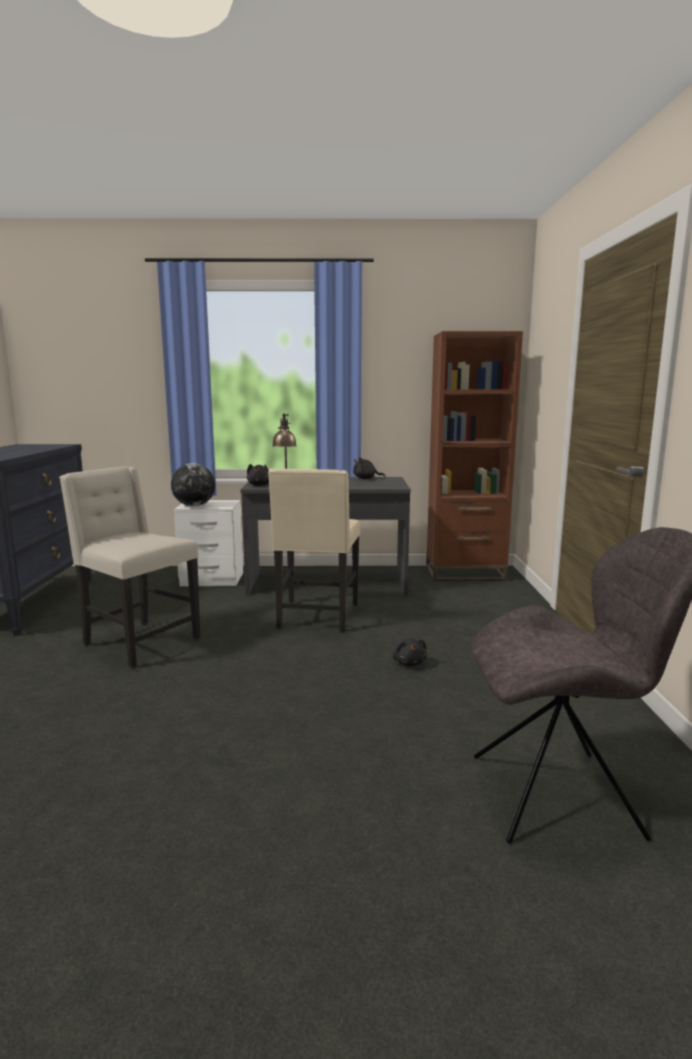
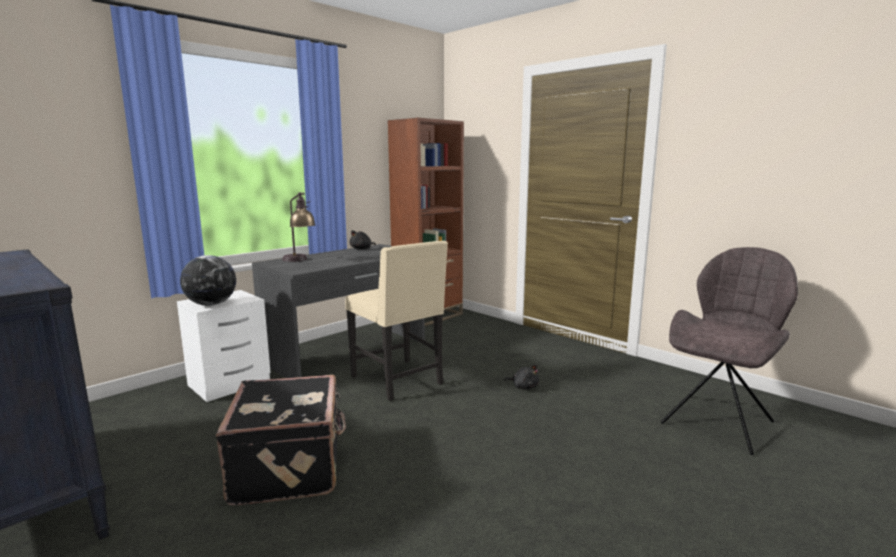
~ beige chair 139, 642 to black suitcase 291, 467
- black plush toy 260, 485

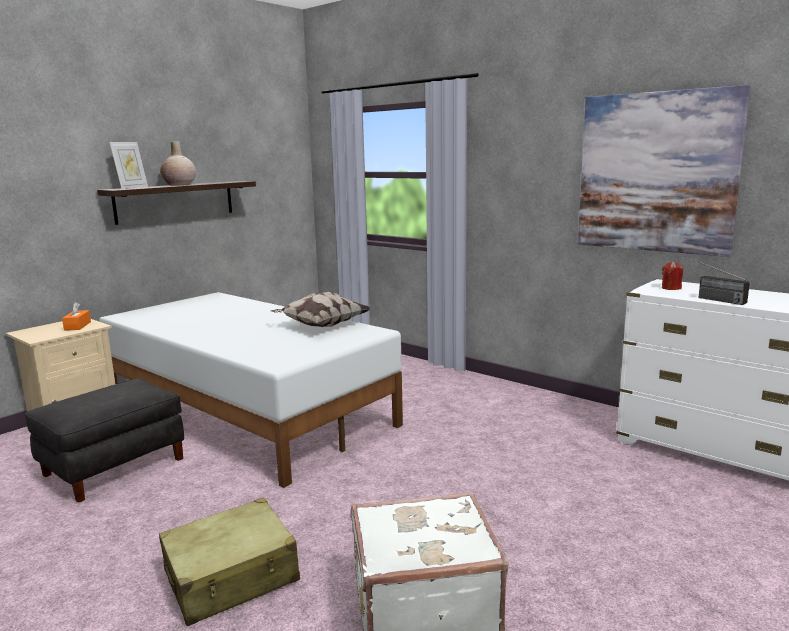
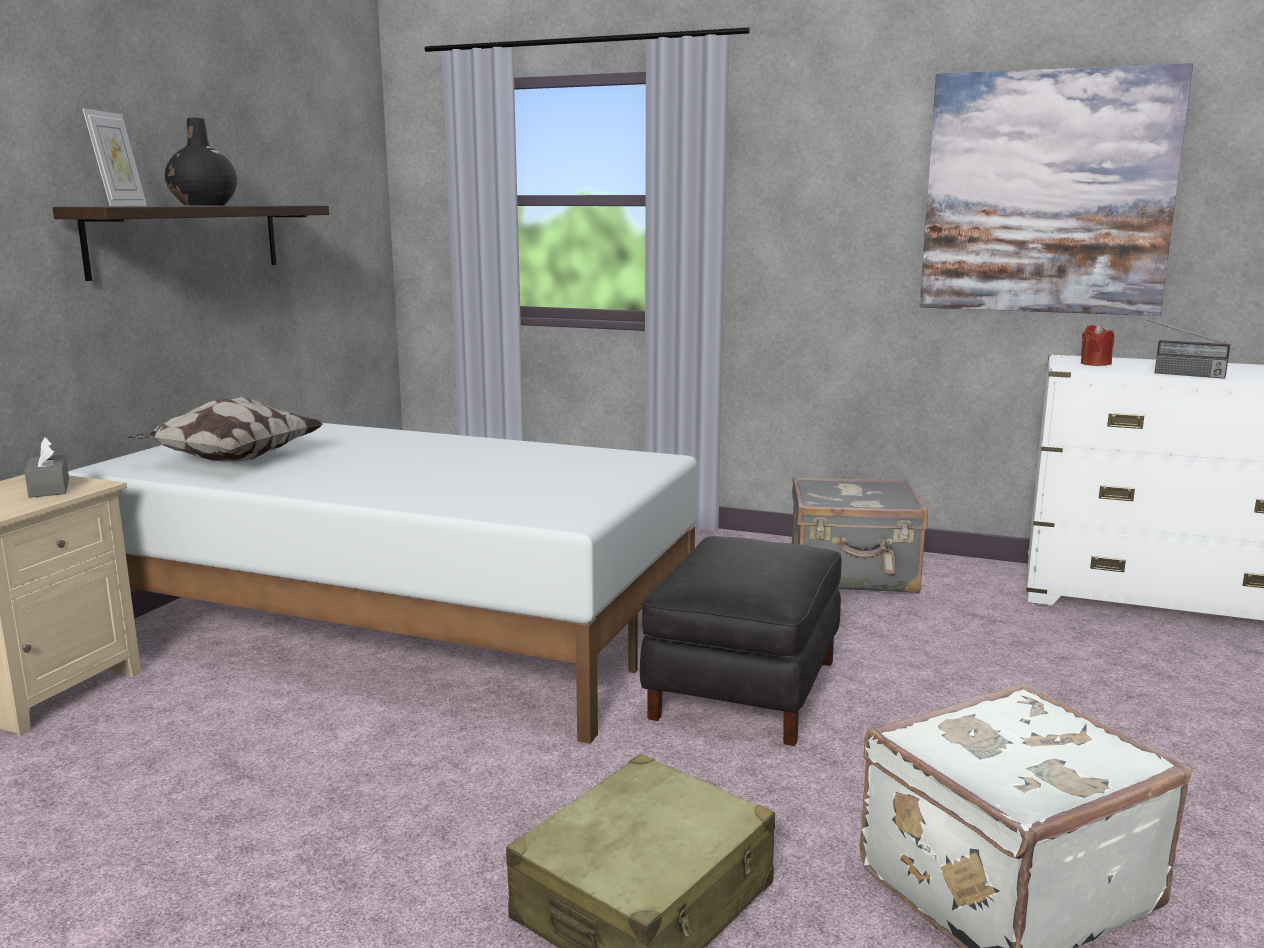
~ black ottoman 114, 466 to 743, 688
~ orange tissue box 77, 326 to grey tissue box 49, 488
~ beige vase 180, 185 to black vase 204, 205
~ pillow 321, 326 to 230, 461
+ grey suitcase 853, 575

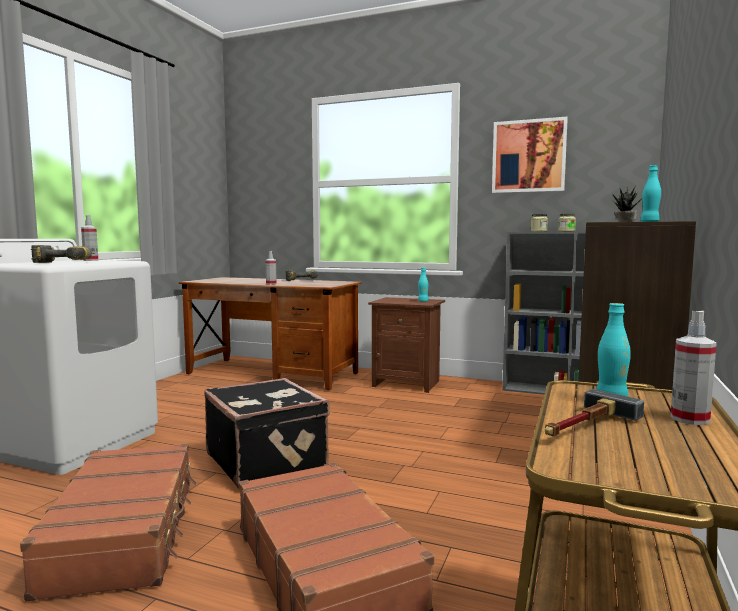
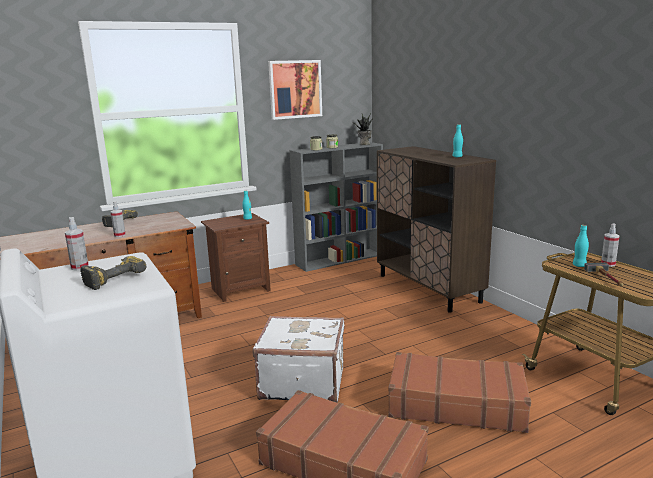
~ black suitcase 268, 462 to white suitcase 302, 381

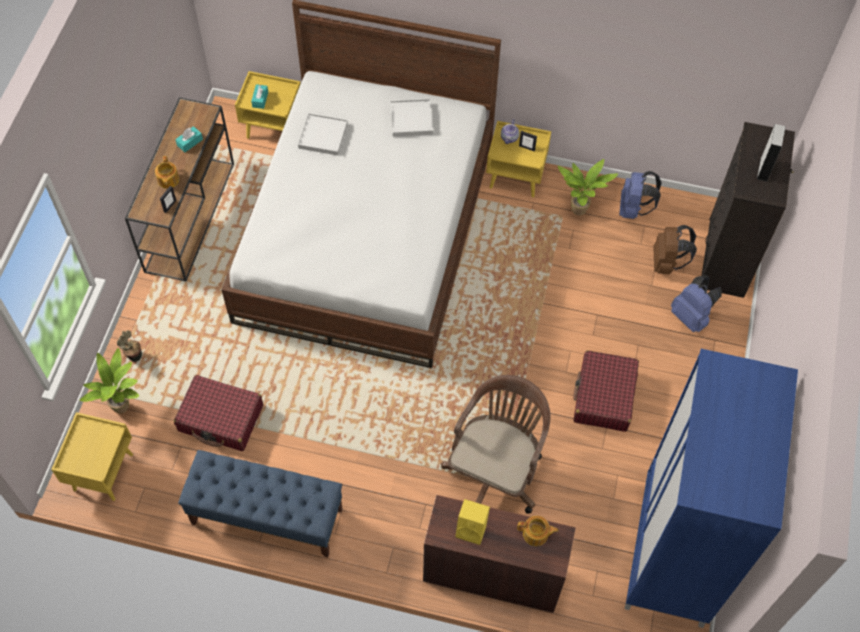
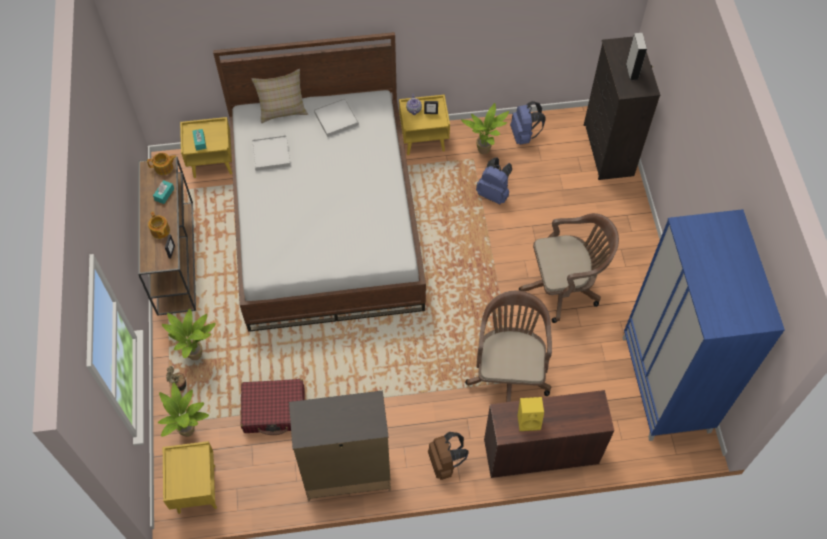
~ blue bench 266, 516 to black dresser 346, 474
~ teapot 536, 534 to 164, 168
~ red suitcase 604, 396 to brown office chair 564, 286
~ brown backpack 667, 263 to 445, 463
~ blue backpack 691, 317 to 494, 193
+ potted plant 197, 354
+ beige pillow 282, 109

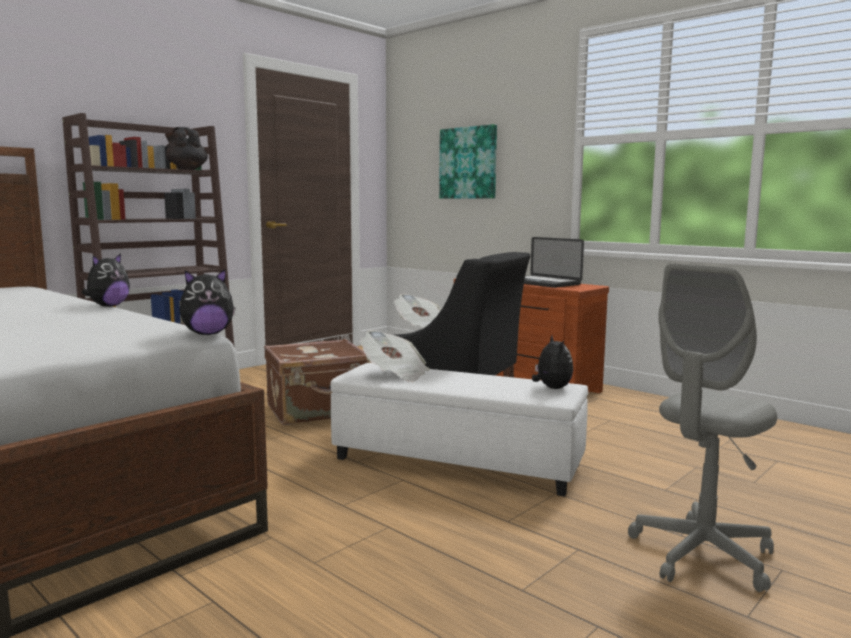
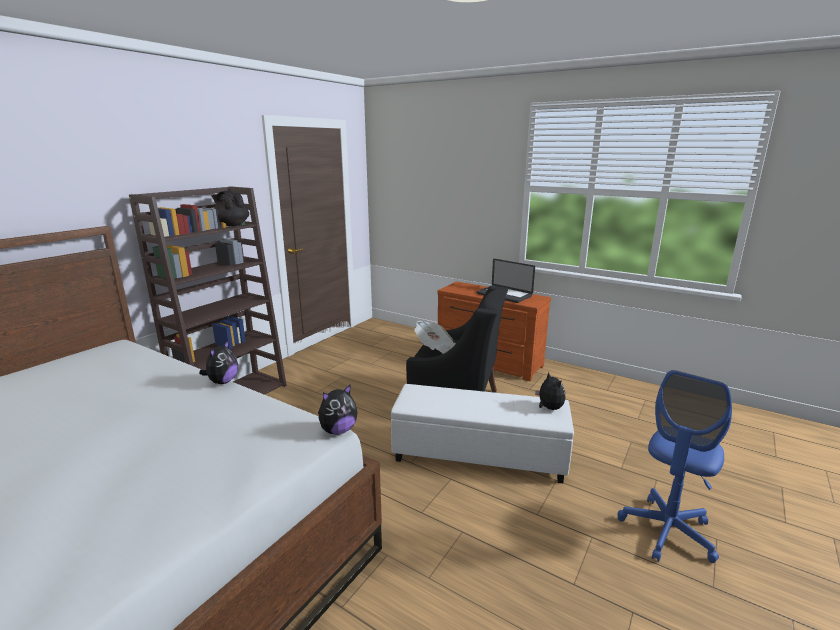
- brown suitcase 318, 411
- newspaper 395, 374
- picture 468, 163
~ grey office chair 702, 555 to blue office chair 667, 532

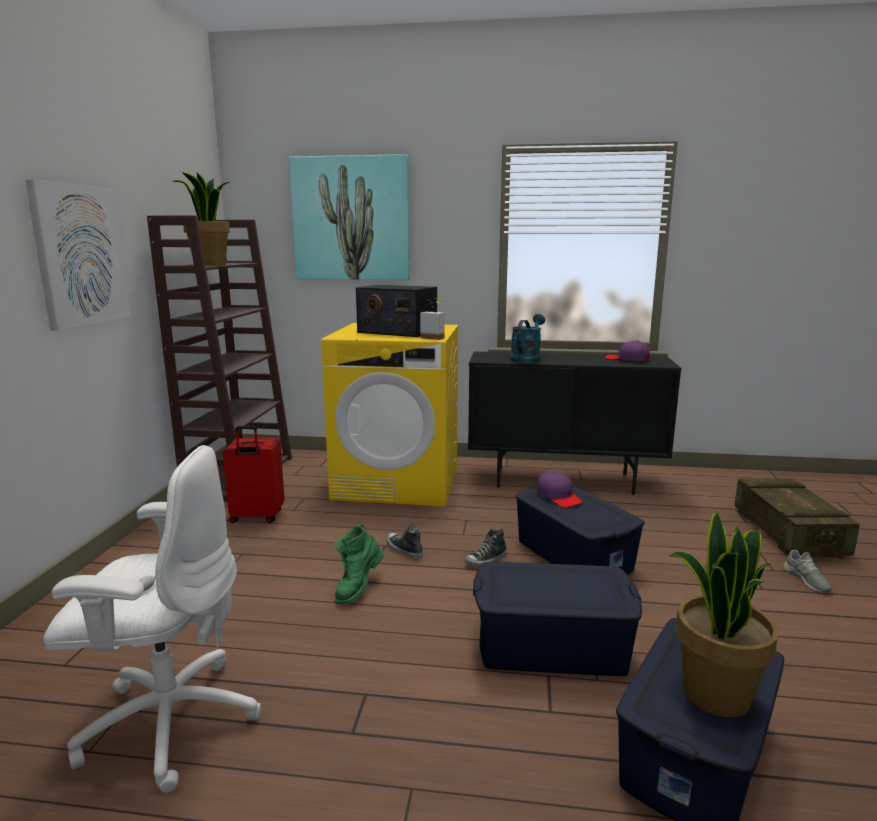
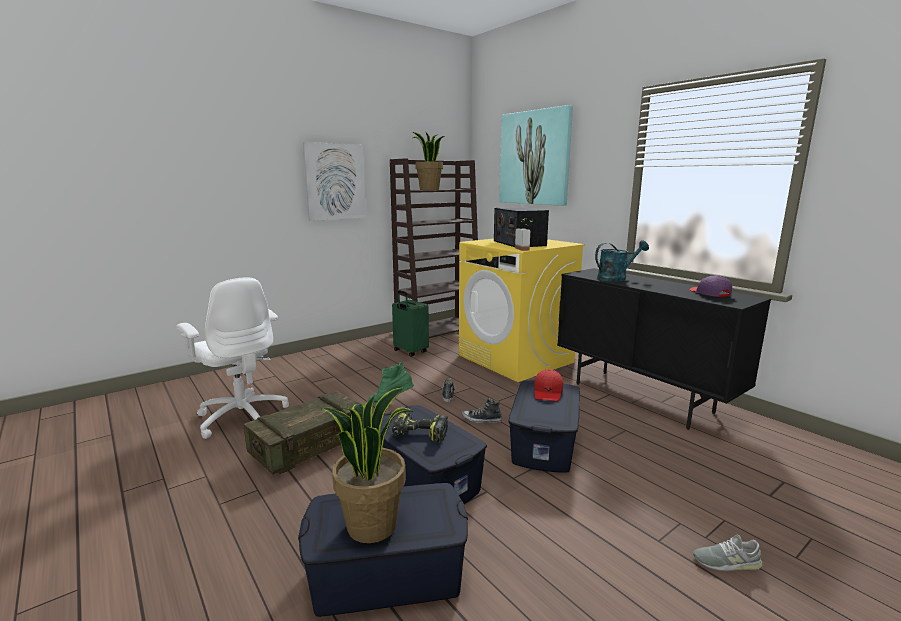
~ red suitcase 256, 517 to green suitcase 410, 352
~ purple cap 559, 497 to red cap 548, 392
~ crate 788, 533 to 310, 446
~ grey shoe 806, 580 = 726, 562 60 degrees clockwise
+ power drill 419, 435

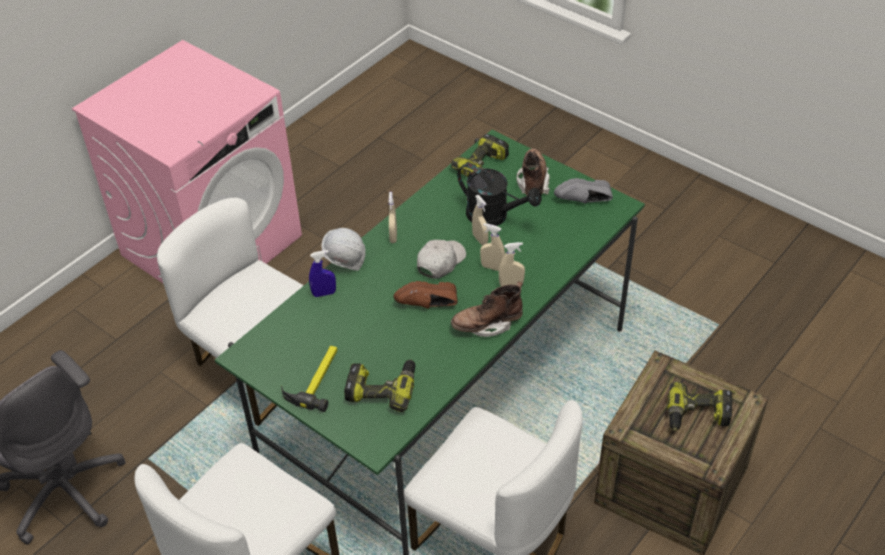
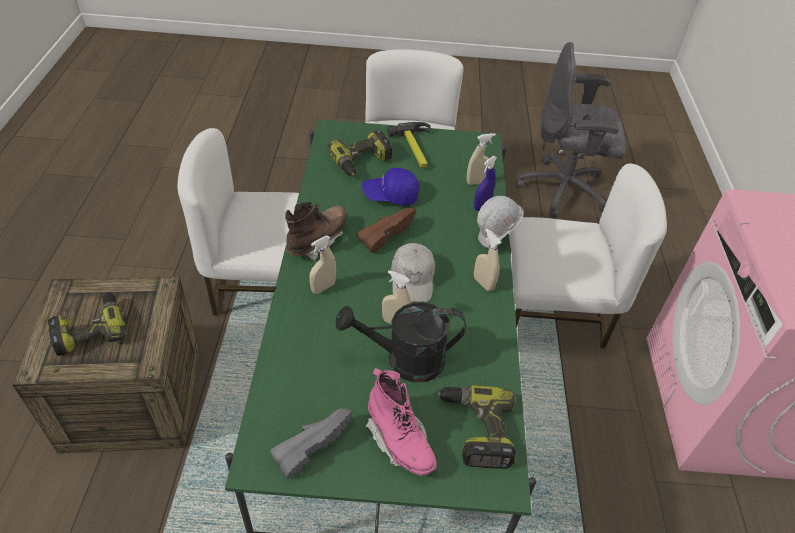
~ beige spray bottle 492, 267 to 477, 182
~ brown boot 533, 182 to pink boot 399, 440
+ blue cap 390, 195

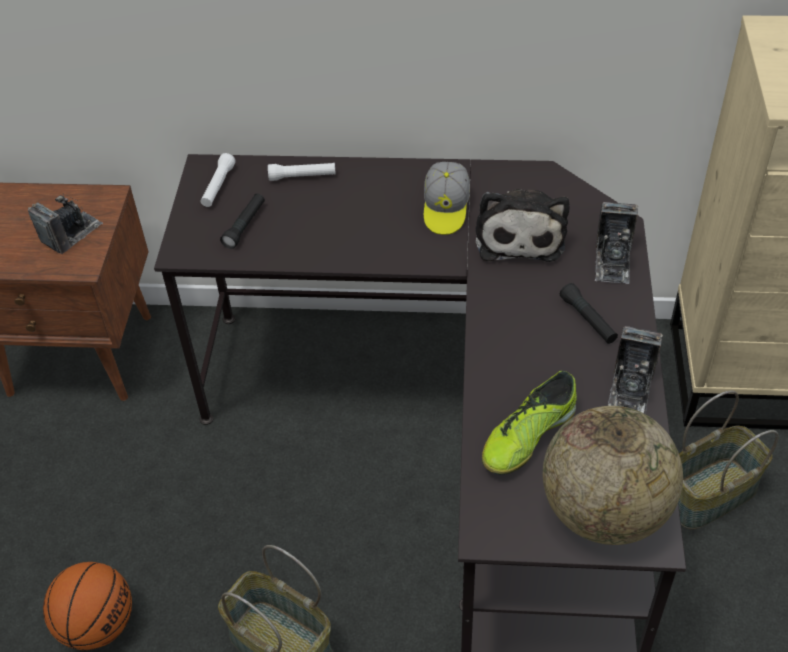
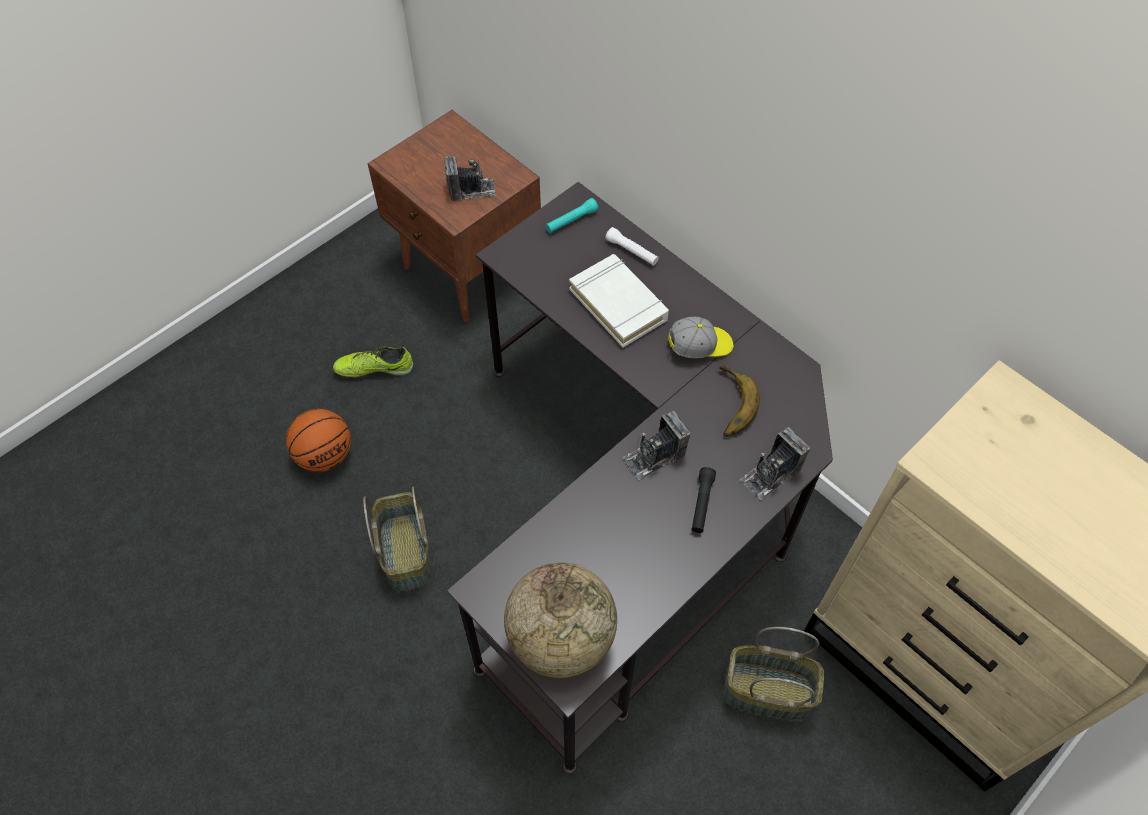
~ white flashlight 218, 186 to turquoise flashlight 571, 221
- black flashlight 245, 226
~ cap 445, 209 = 700, 346 150 degrees counterclockwise
~ plush toy 519, 234 to banana 728, 404
~ shoe 528, 436 to 374, 368
~ photo camera 630, 390 to 654, 456
+ white book 618, 304

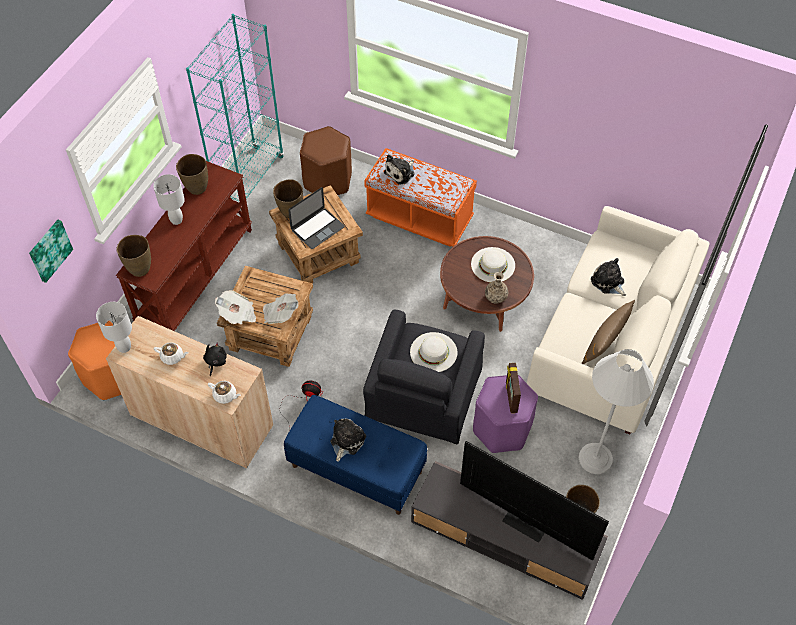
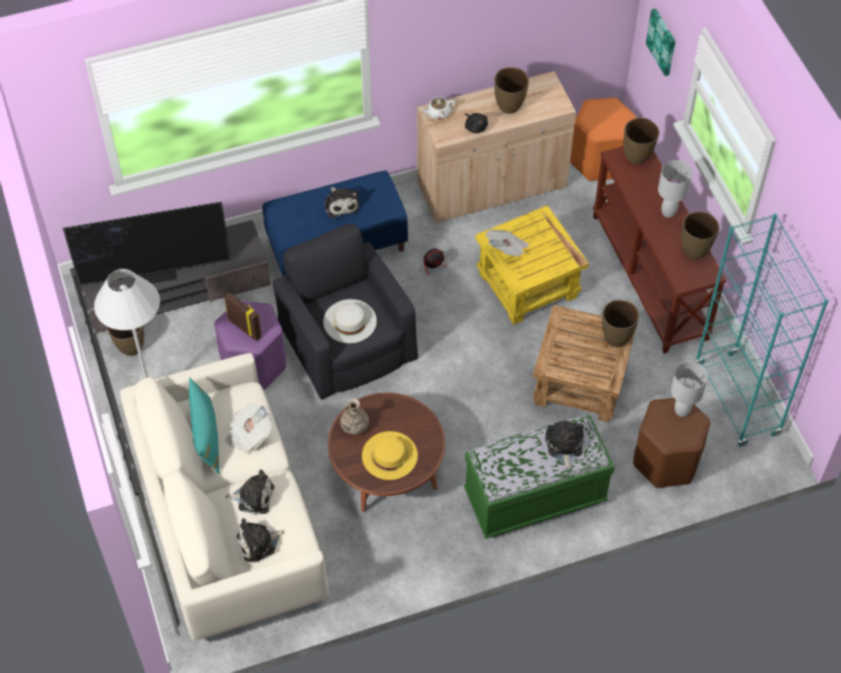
~ white table lamp 125, 348 to 681, 411
~ white teapot 172, 357 to brown vase 509, 106
~ newspaper 238, 314 to 248, 435
~ brown side table 270, 332 to yellow side table 529, 285
- laptop 317, 228
~ orange bench 419, 218 to green bench 535, 497
~ white hat 493, 264 to yellow hat 389, 455
~ brown pillow 605, 342 to turquoise pillow 206, 436
+ plush toy 258, 543

